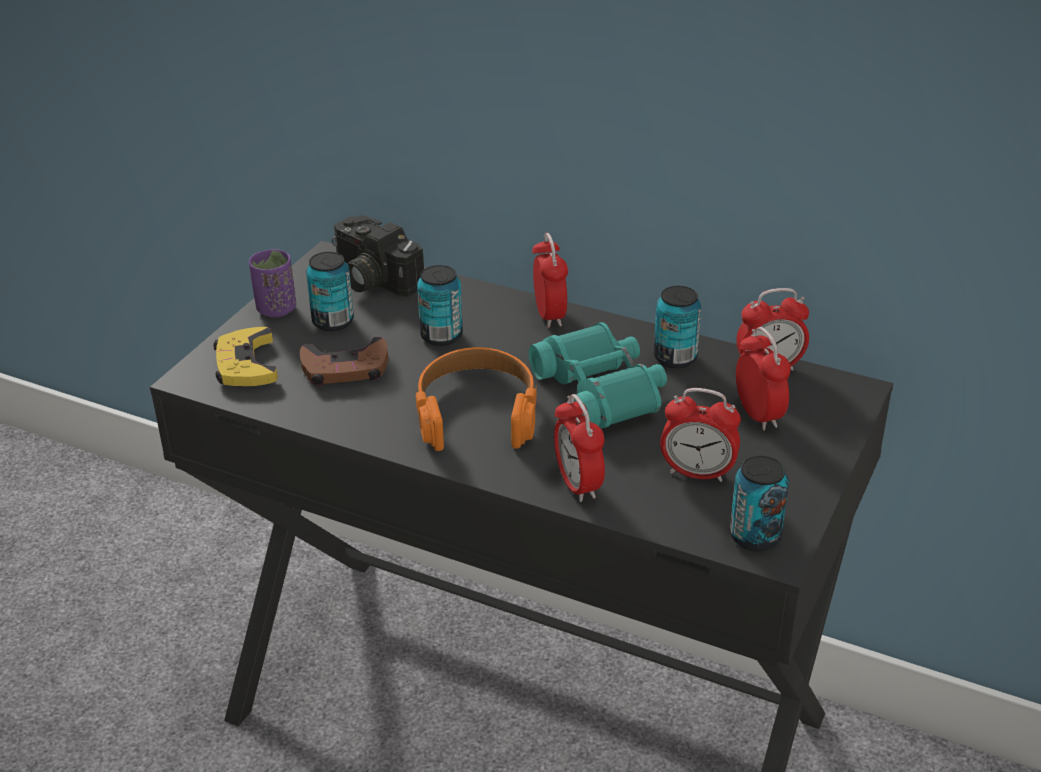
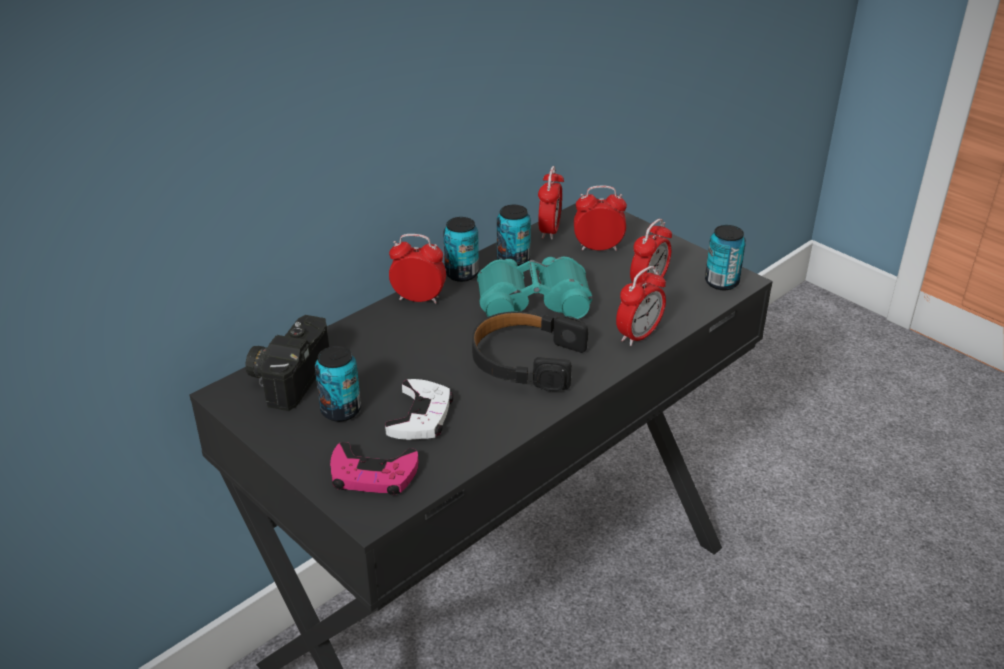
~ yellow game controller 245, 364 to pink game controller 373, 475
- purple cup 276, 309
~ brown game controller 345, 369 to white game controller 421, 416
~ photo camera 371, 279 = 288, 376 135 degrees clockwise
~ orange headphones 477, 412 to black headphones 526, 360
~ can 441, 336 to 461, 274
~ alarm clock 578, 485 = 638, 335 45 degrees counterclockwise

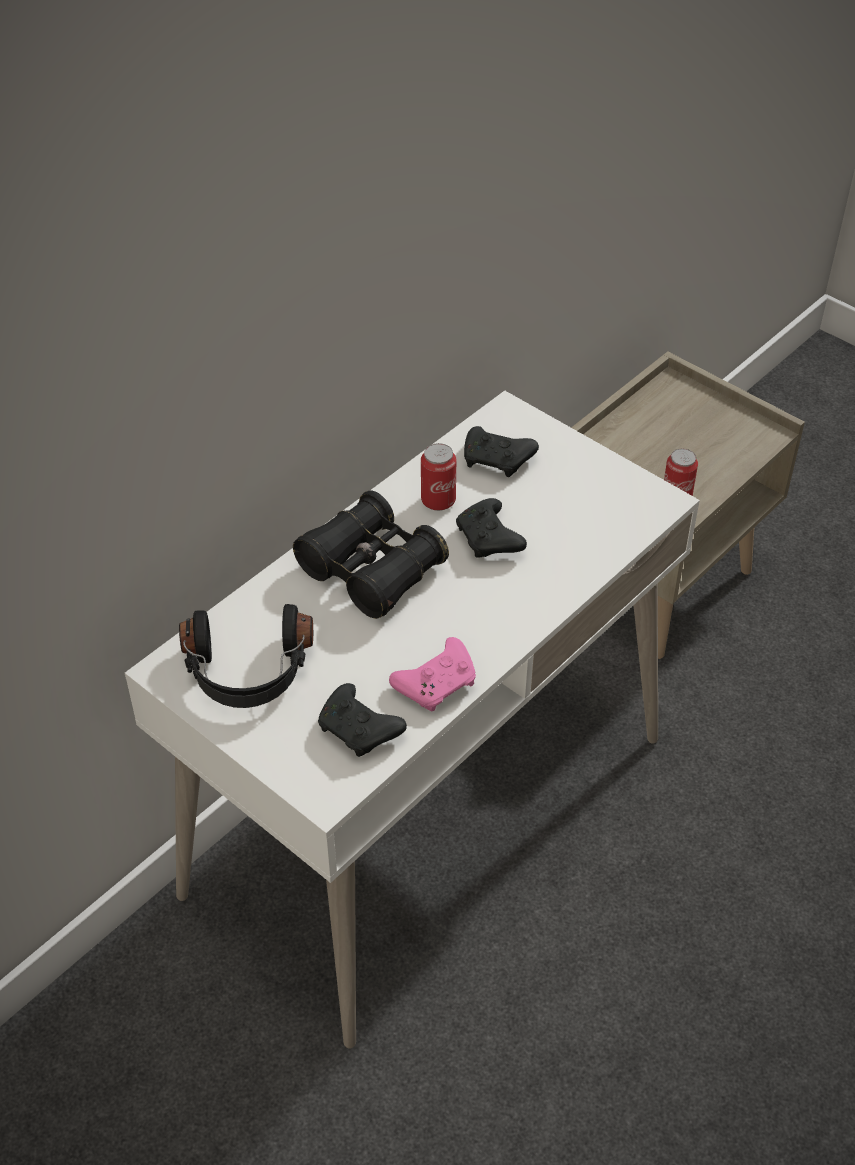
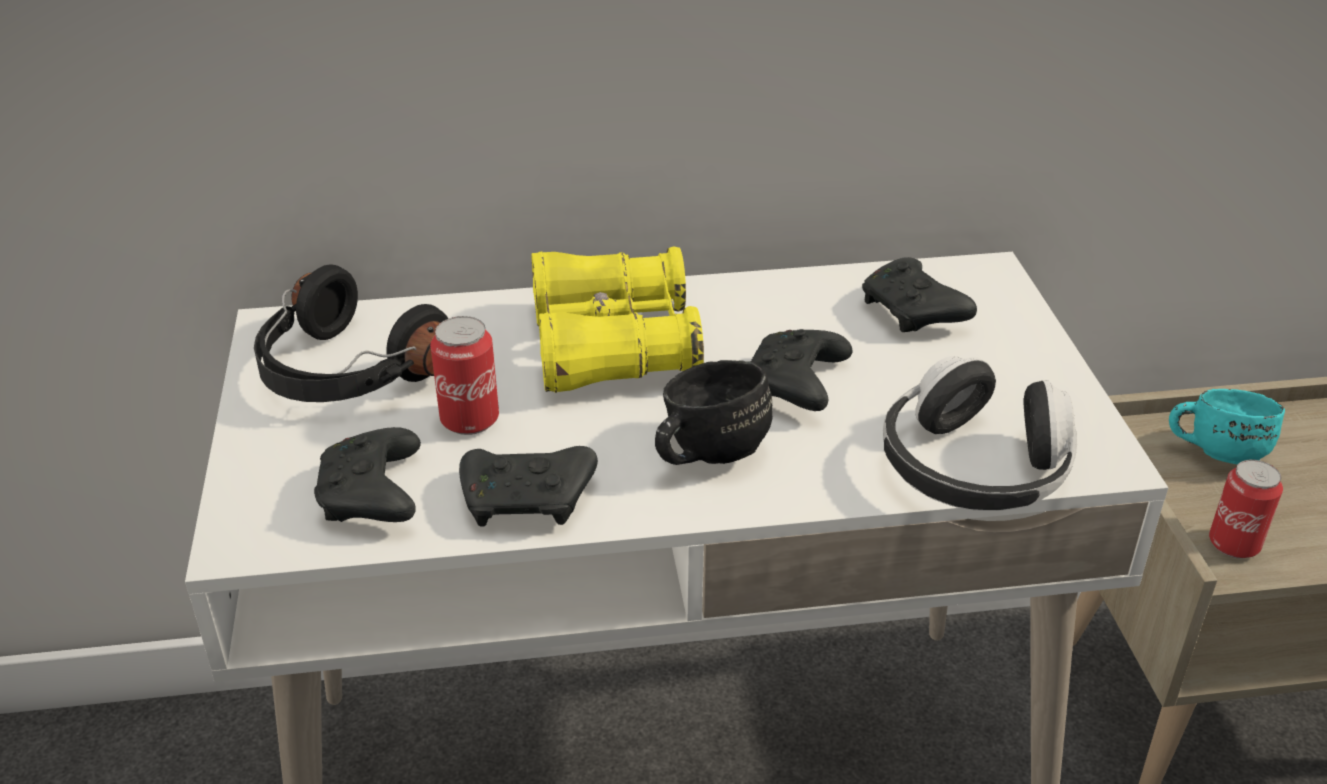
~ black binoculars 371, 570 to yellow binoculars 613, 346
~ pink game controller 438, 683 to black game controller 529, 501
~ can 438, 501 to 469, 420
+ black mug 704, 453
+ headphones 973, 469
+ turquoise mug 1215, 450

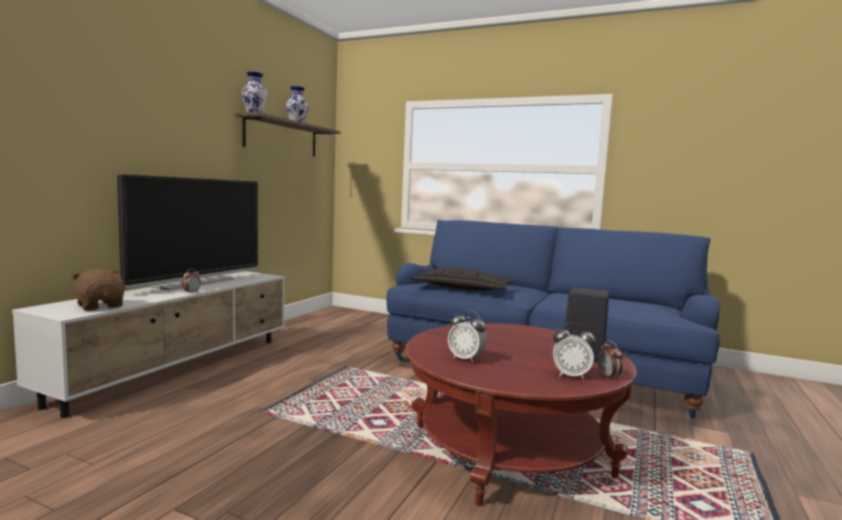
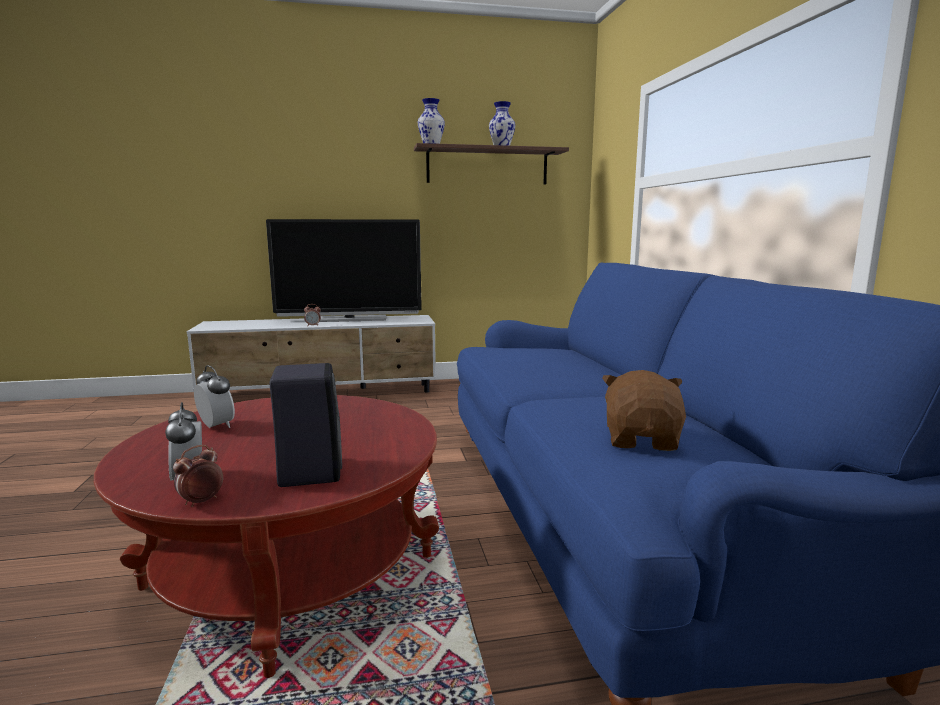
~ brown plush toy 100, 306 to 642, 440
- pillow 462, 288
~ alarm clock 466, 359 = 216, 426 135 degrees clockwise

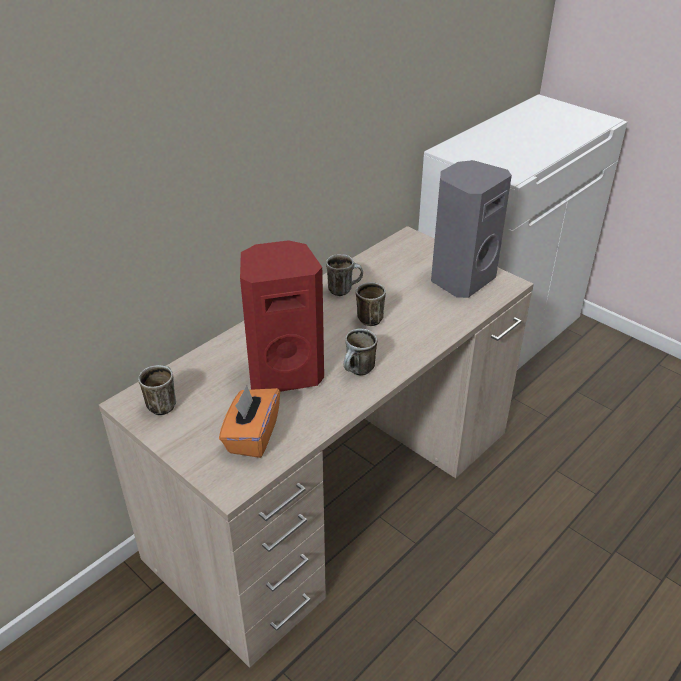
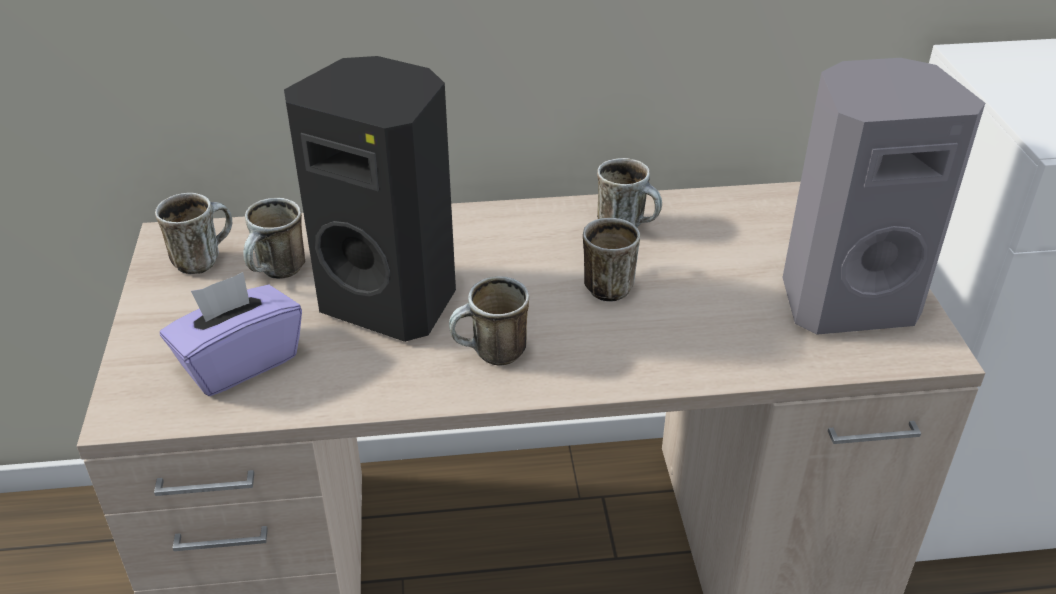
~ orange tissue box 252, 436 to purple tissue box 239, 361
~ red speaker 284, 372 to black speaker 392, 300
+ mug 279, 273

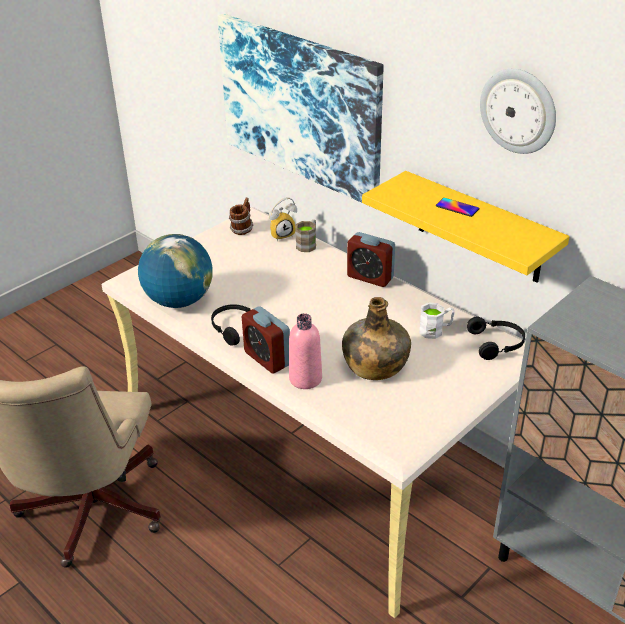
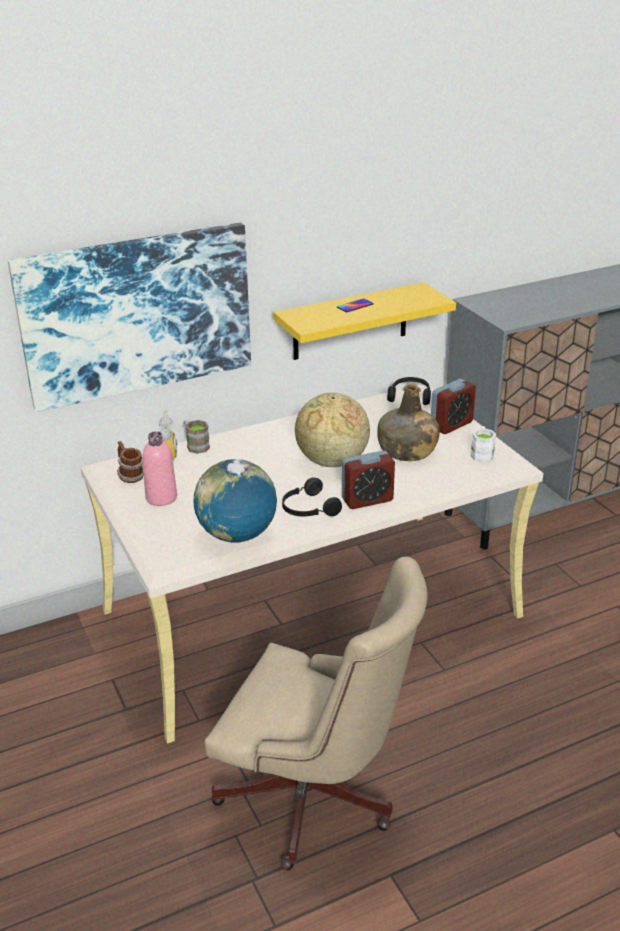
~ pink bottle 305, 379 to 161, 498
~ alarm clock 370, 277 to 451, 425
~ white mug 436, 330 to 482, 453
- wall clock 518, 111
+ globe 331, 462

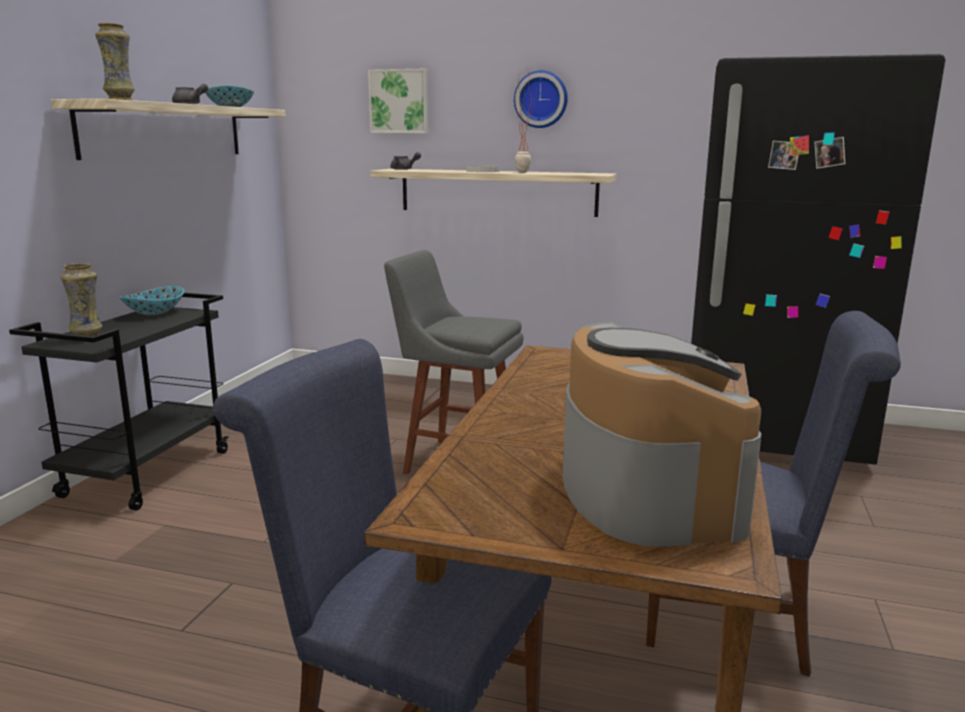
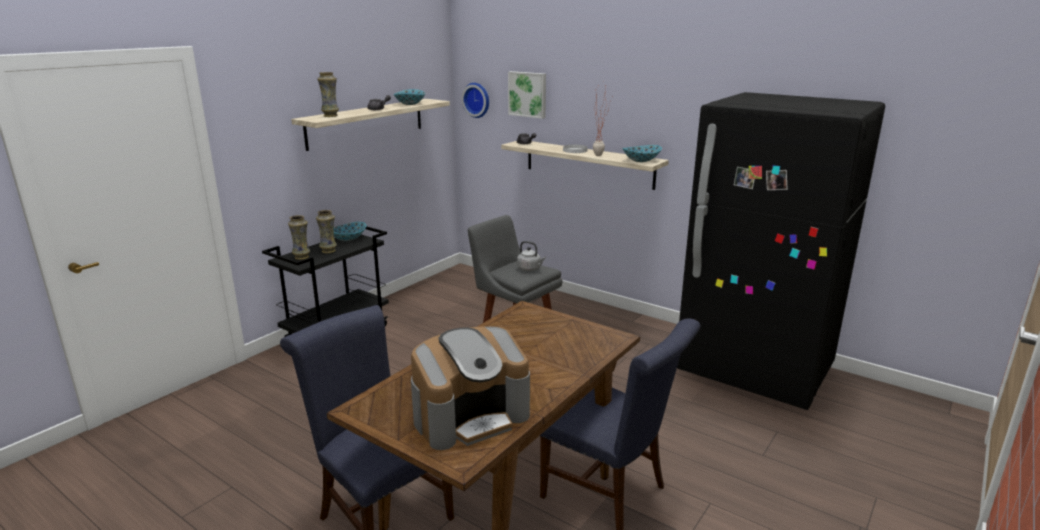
~ wall clock 541, 99 to 477, 100
~ coffee machine 645, 490 = 471, 416 45 degrees clockwise
+ vase 329, 251
+ grey kettle 530, 269
+ bowl 641, 160

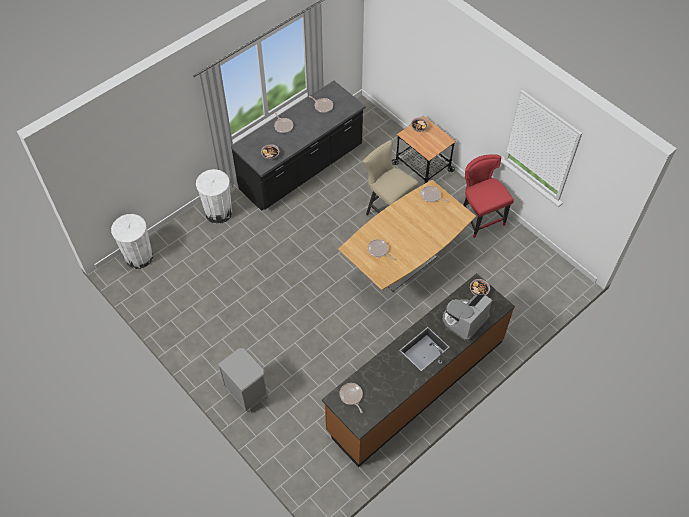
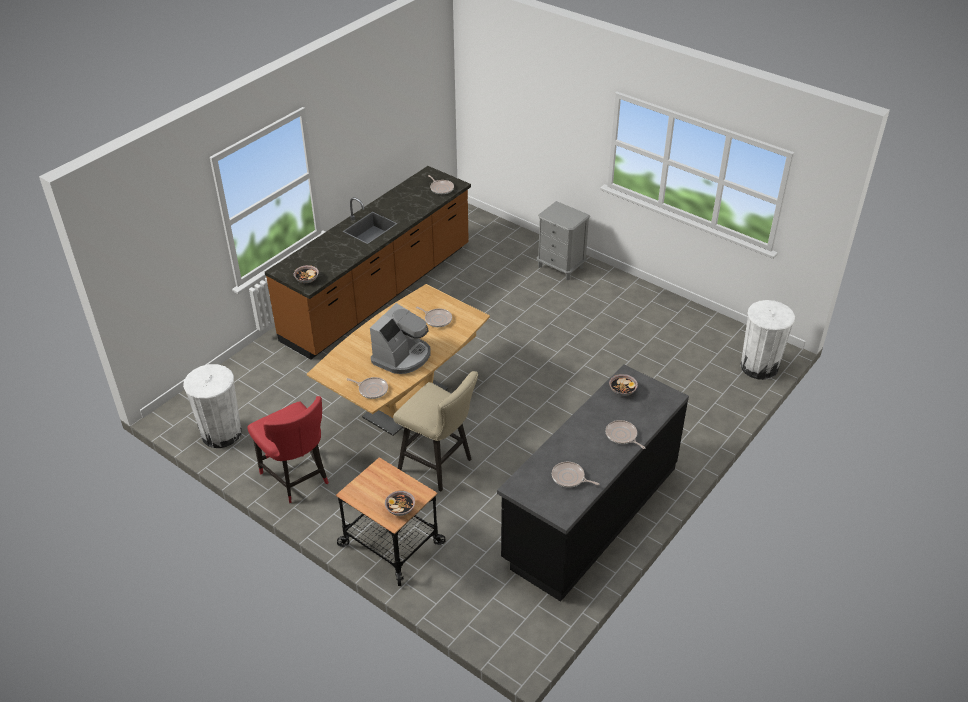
~ white trash can 218, 212 to 221, 433
~ coffee machine 464, 320 to 402, 356

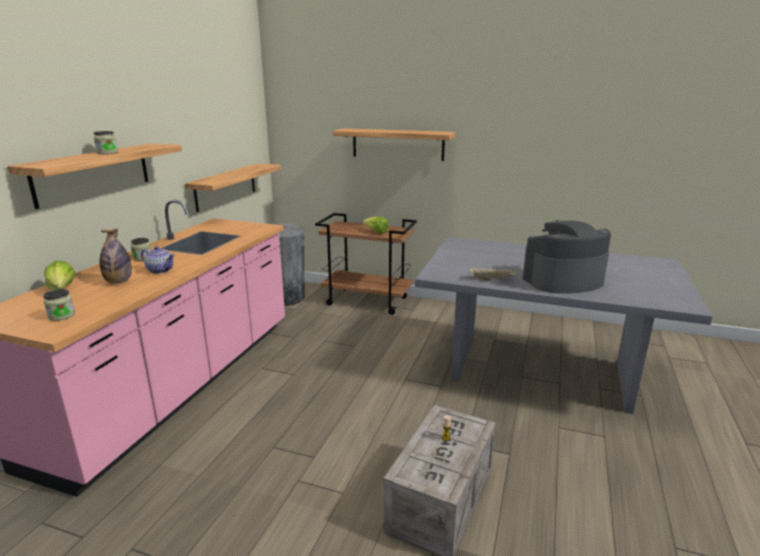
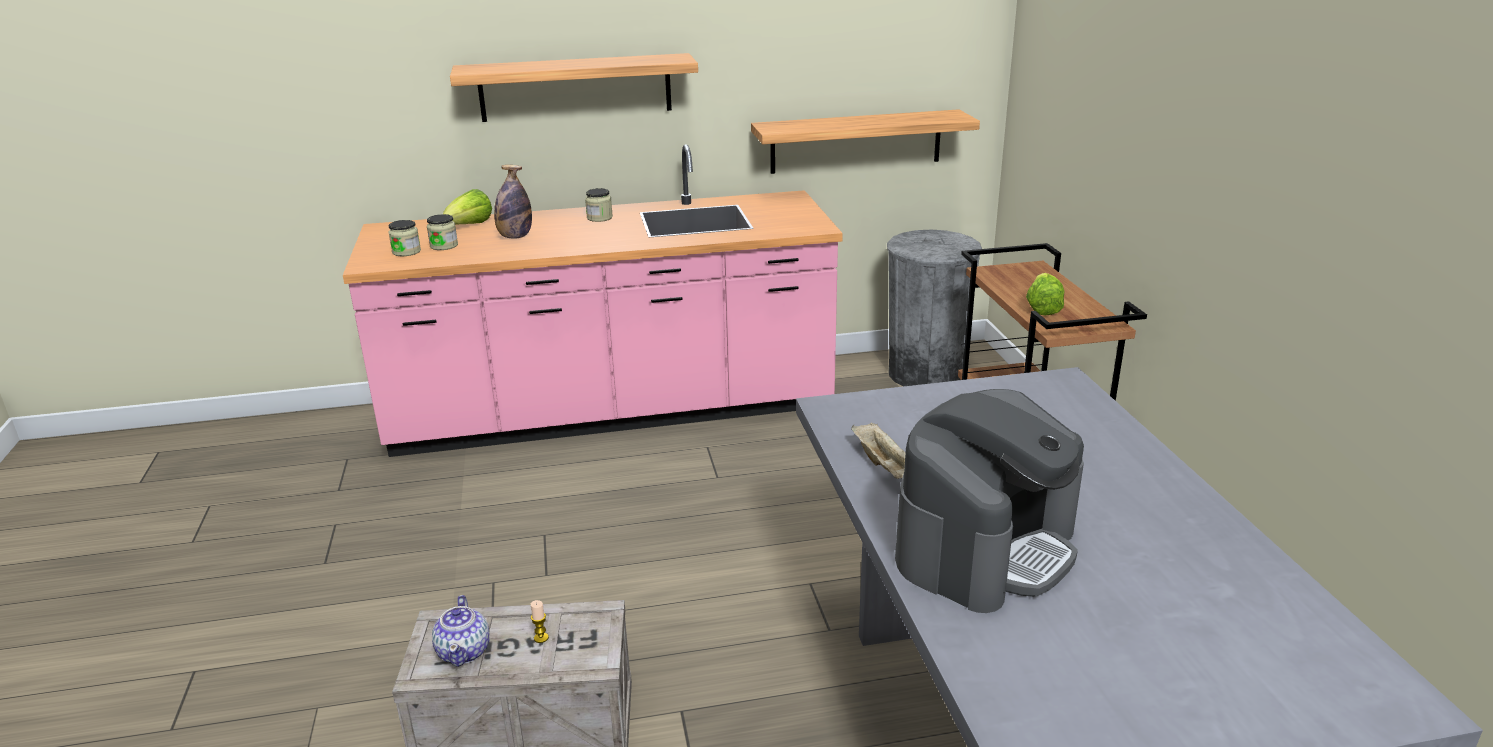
~ jar 107, 153 to 444, 246
~ teapot 160, 270 to 464, 651
- shelf 397, 144
~ coffee machine 562, 281 = 985, 548 90 degrees clockwise

